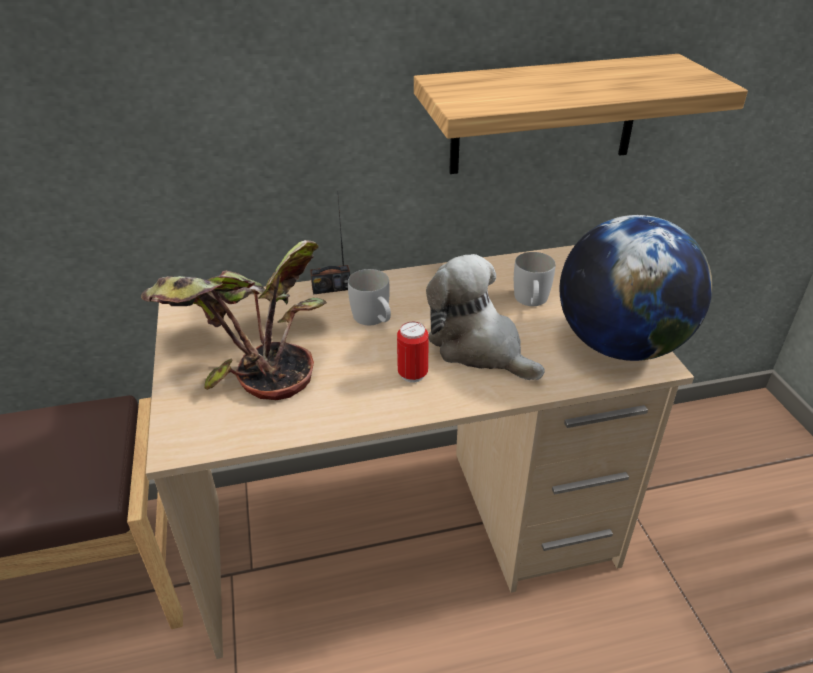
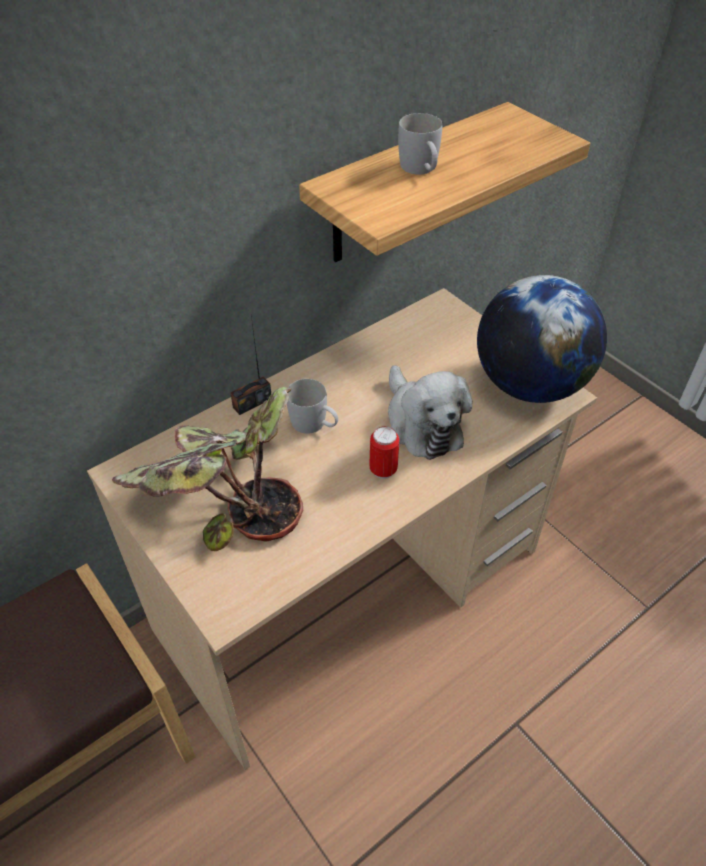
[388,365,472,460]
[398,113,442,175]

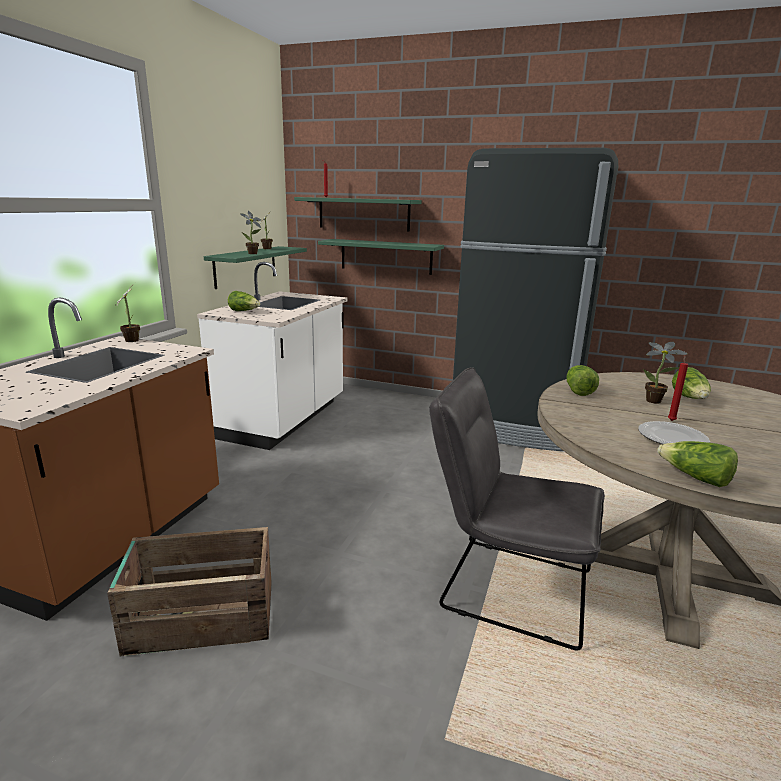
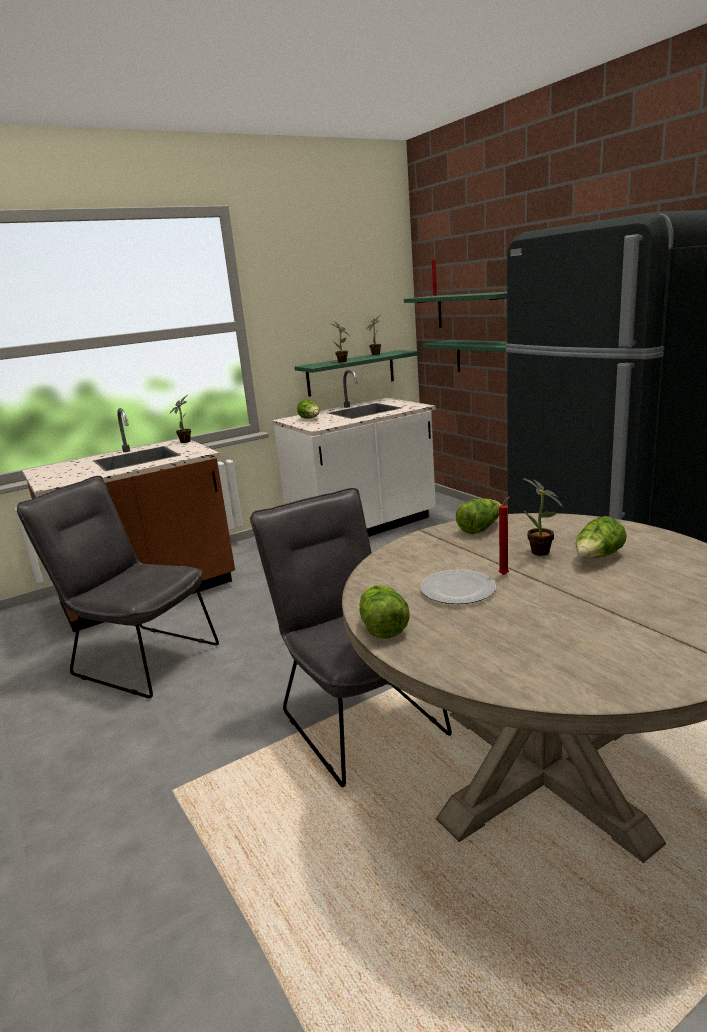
[17,476,219,698]

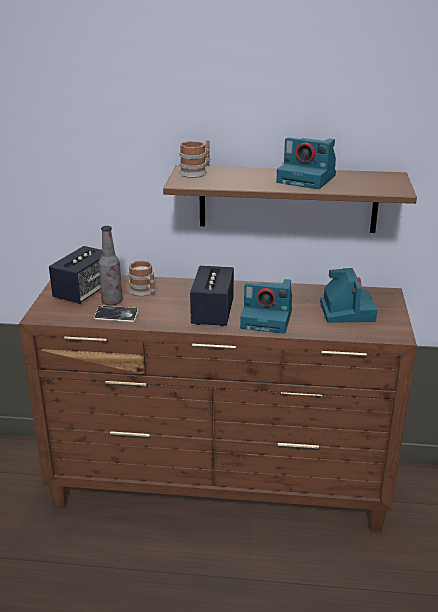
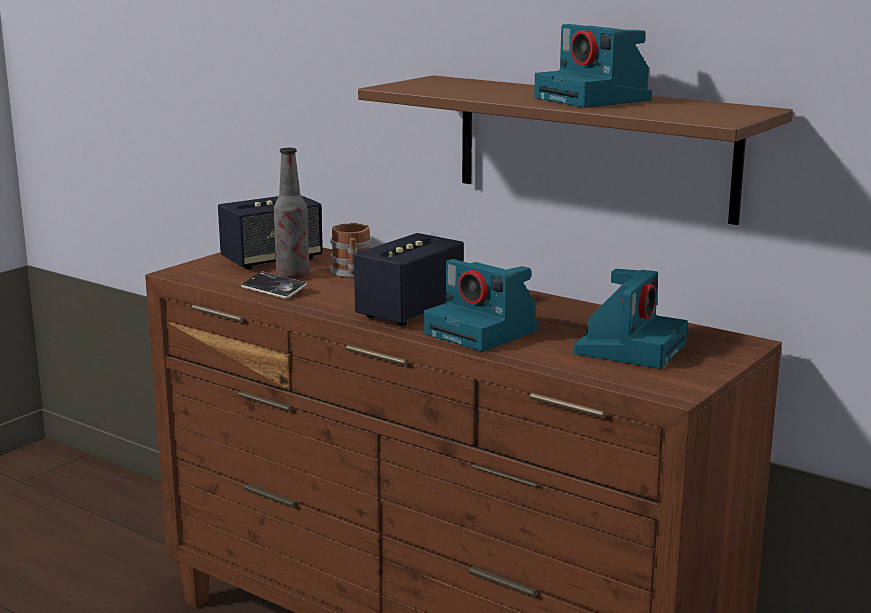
[179,140,210,178] (first image)

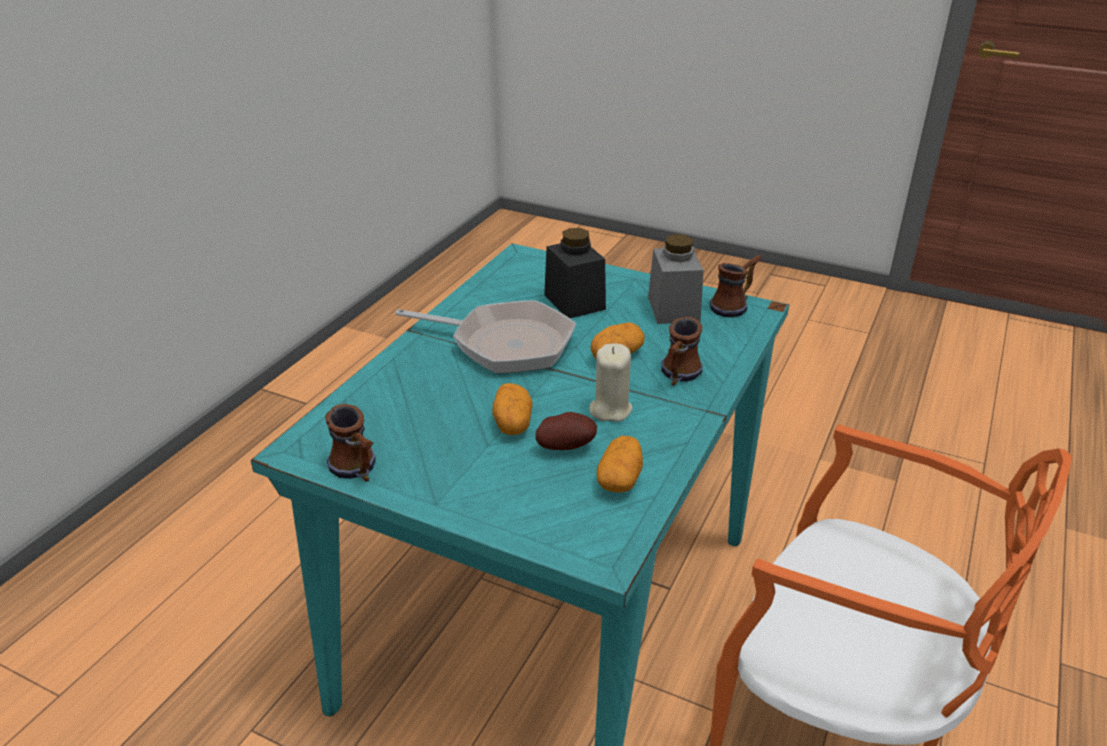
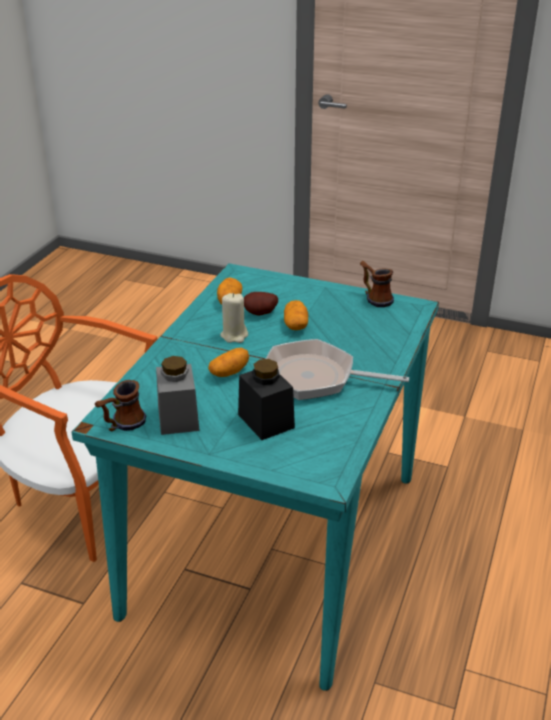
[661,317,703,386] (first image)

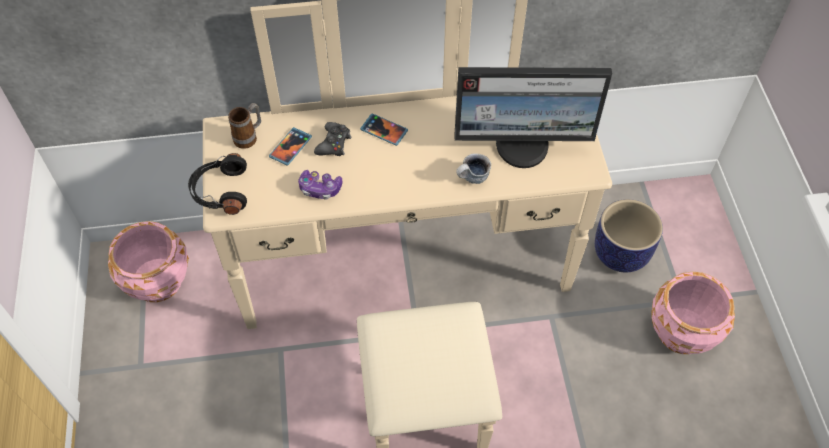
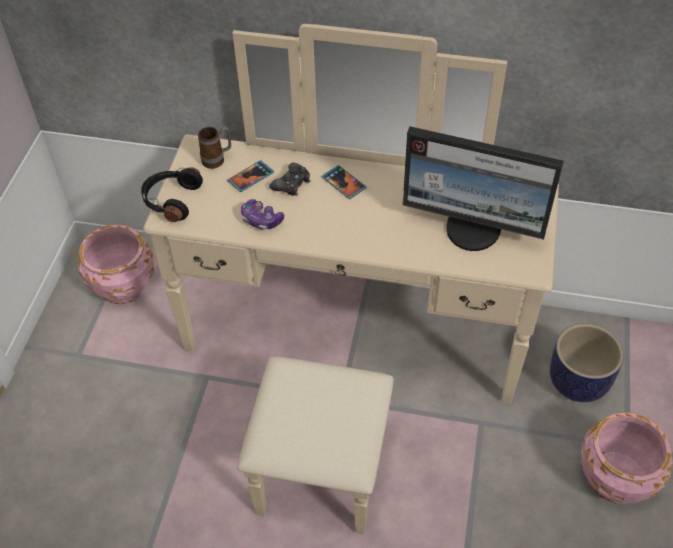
[456,153,491,184] (first image)

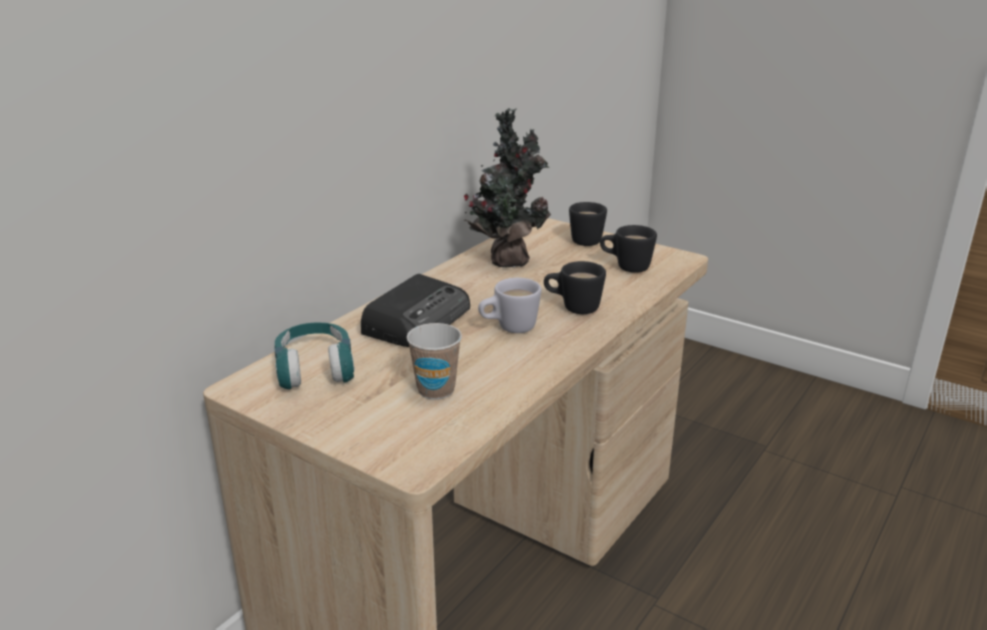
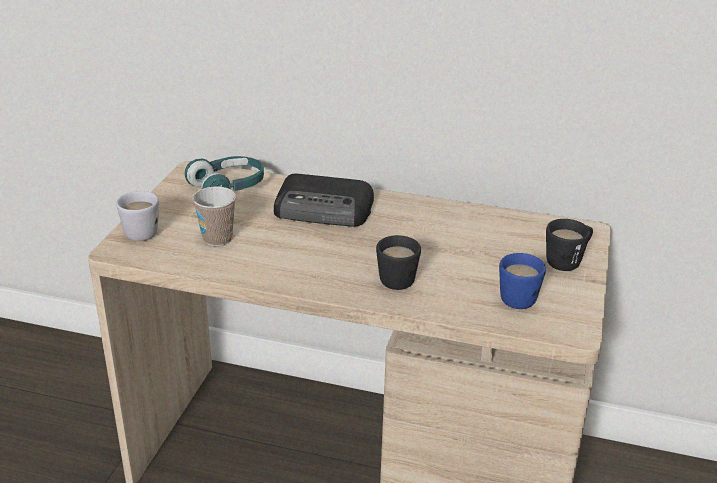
[116,191,159,241]
[499,253,546,309]
[464,108,551,268] (first image)

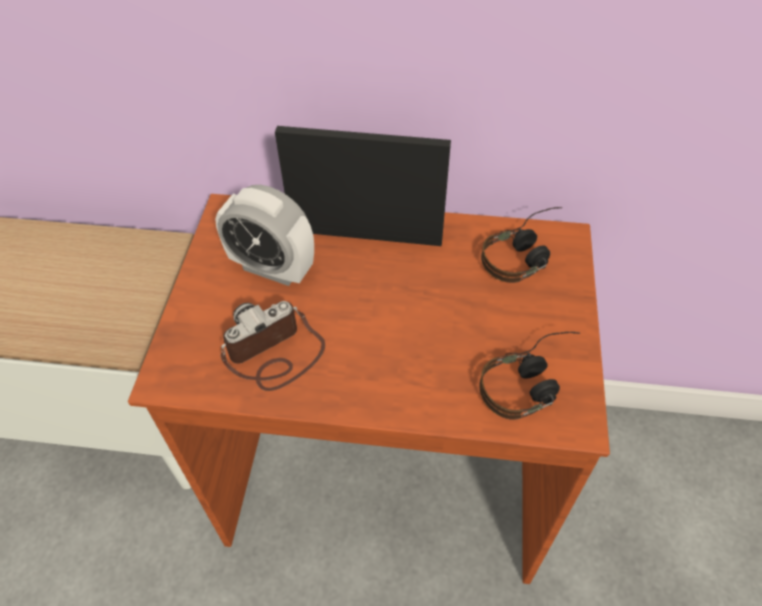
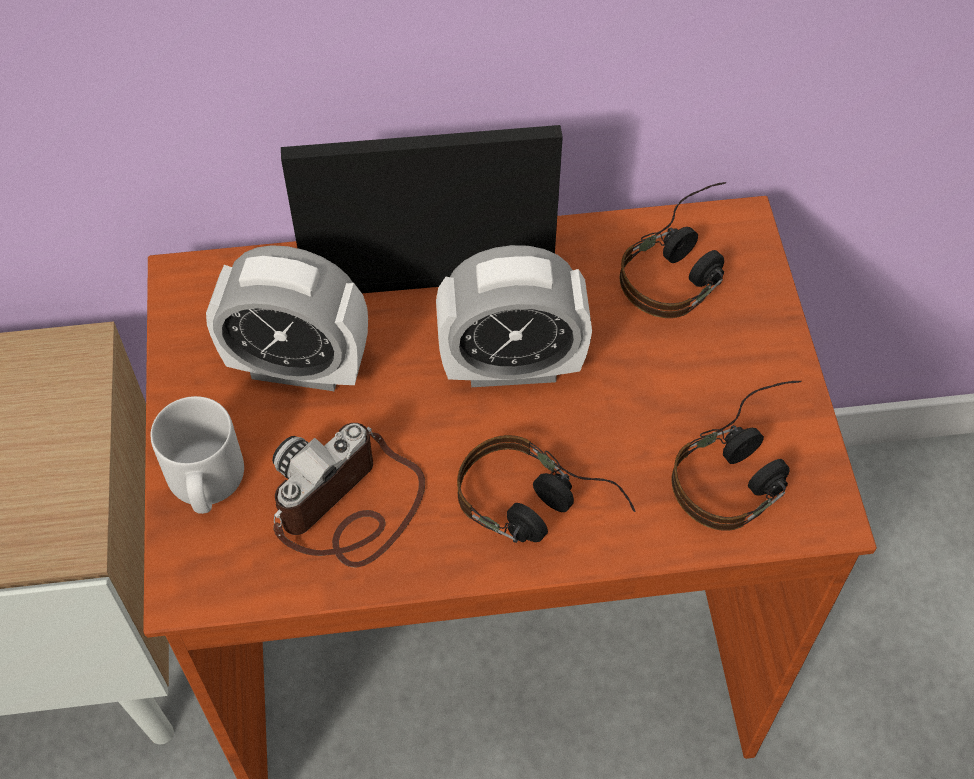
[151,396,244,514]
[436,245,592,387]
[457,435,636,543]

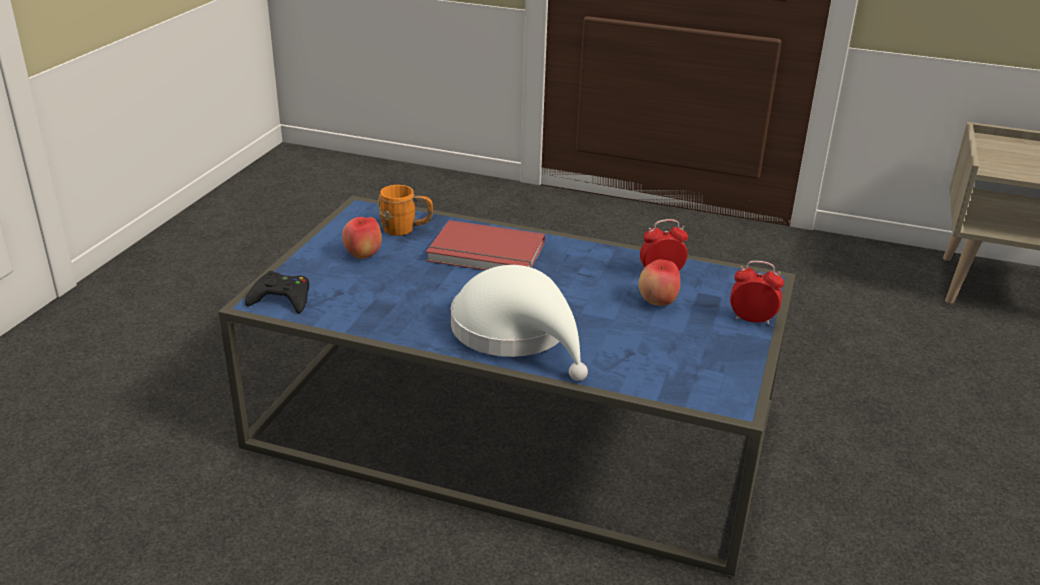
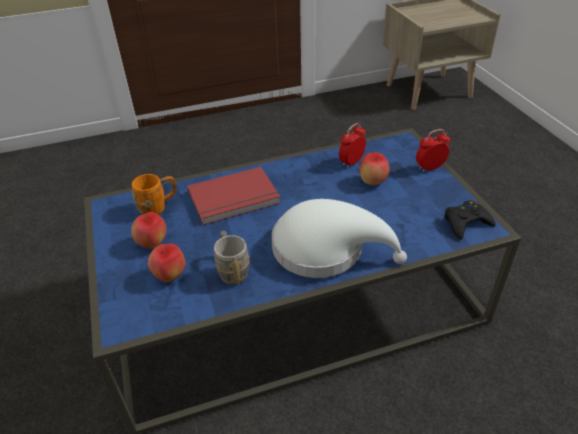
[148,243,185,282]
[214,231,250,284]
[444,201,496,240]

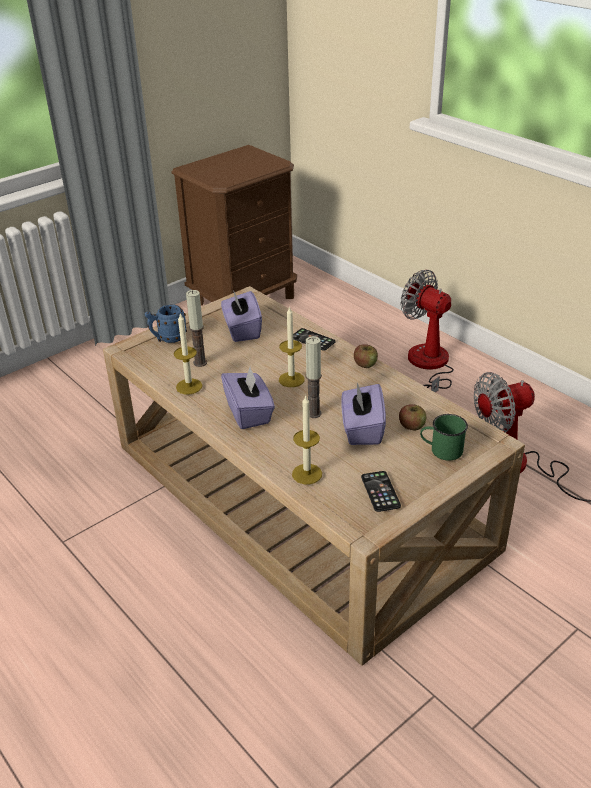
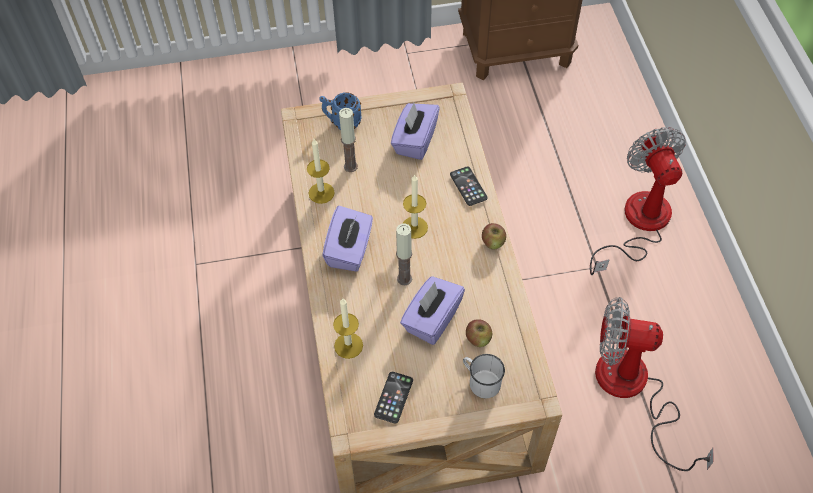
[463,354,505,398]

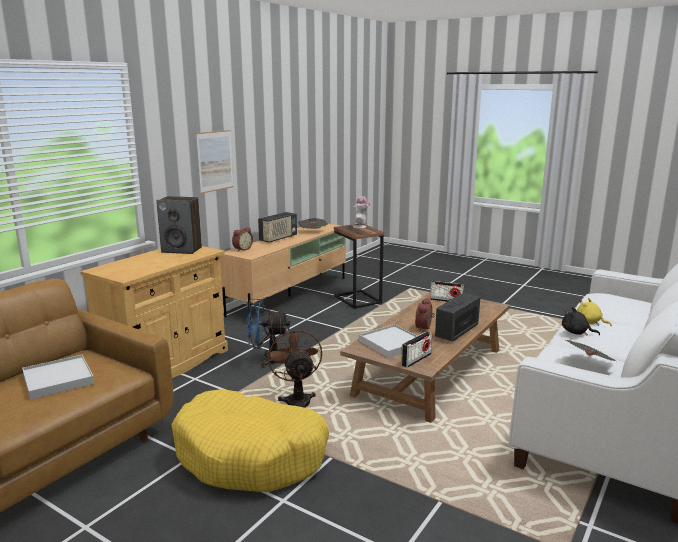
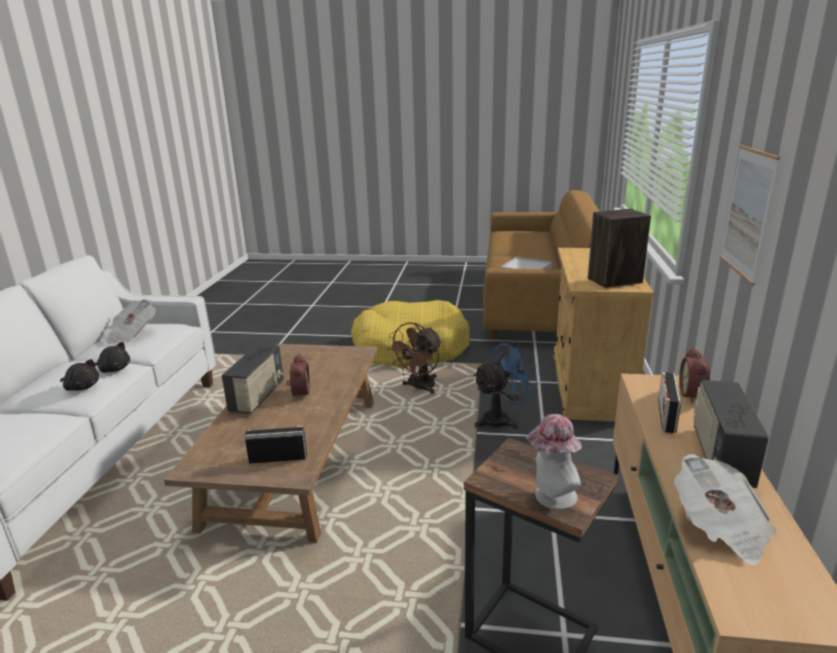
[60,359,99,391]
[386,322,442,394]
[658,372,681,433]
[359,324,418,358] (first image)

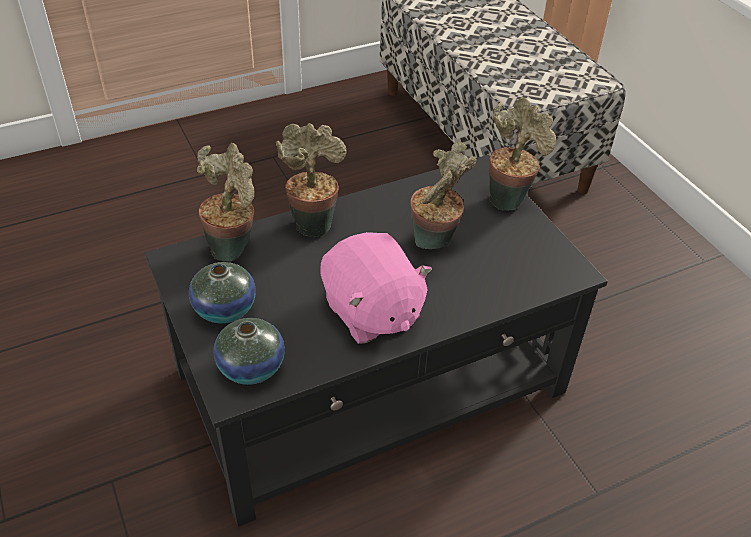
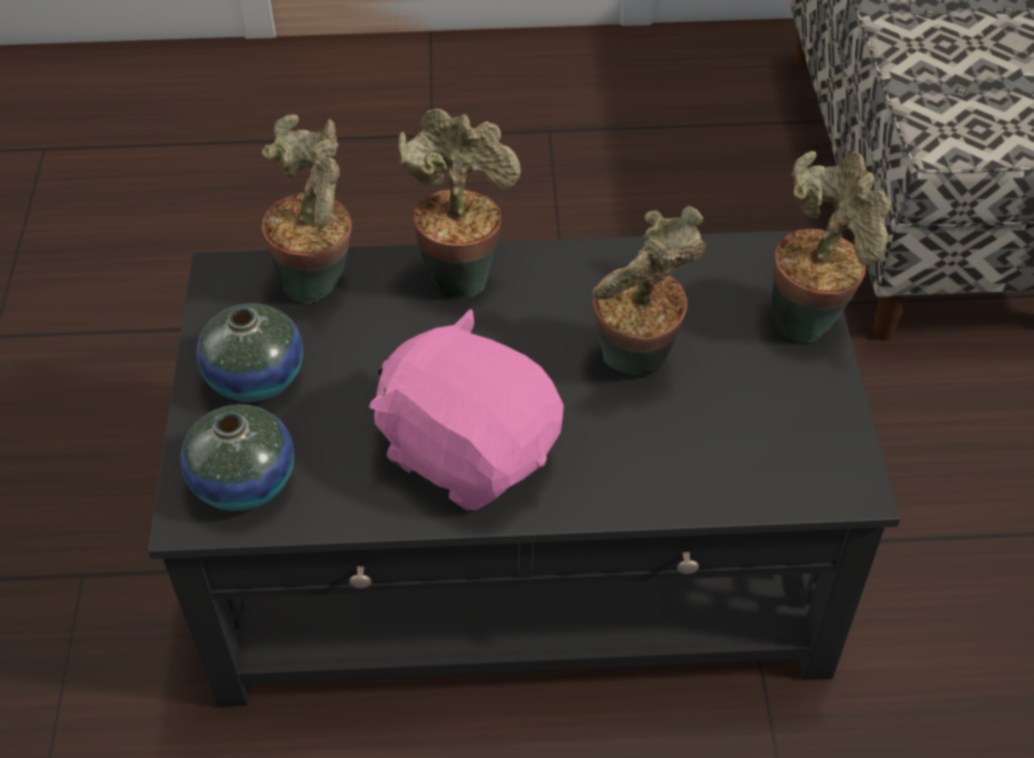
[369,309,564,510]

